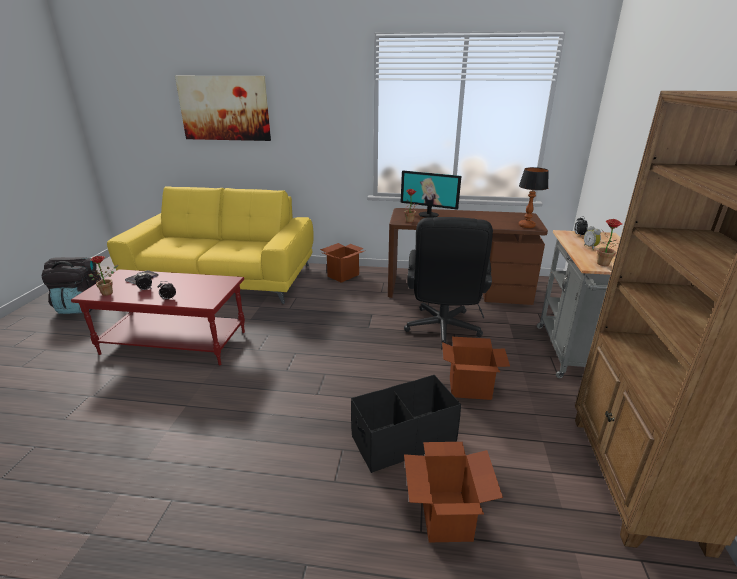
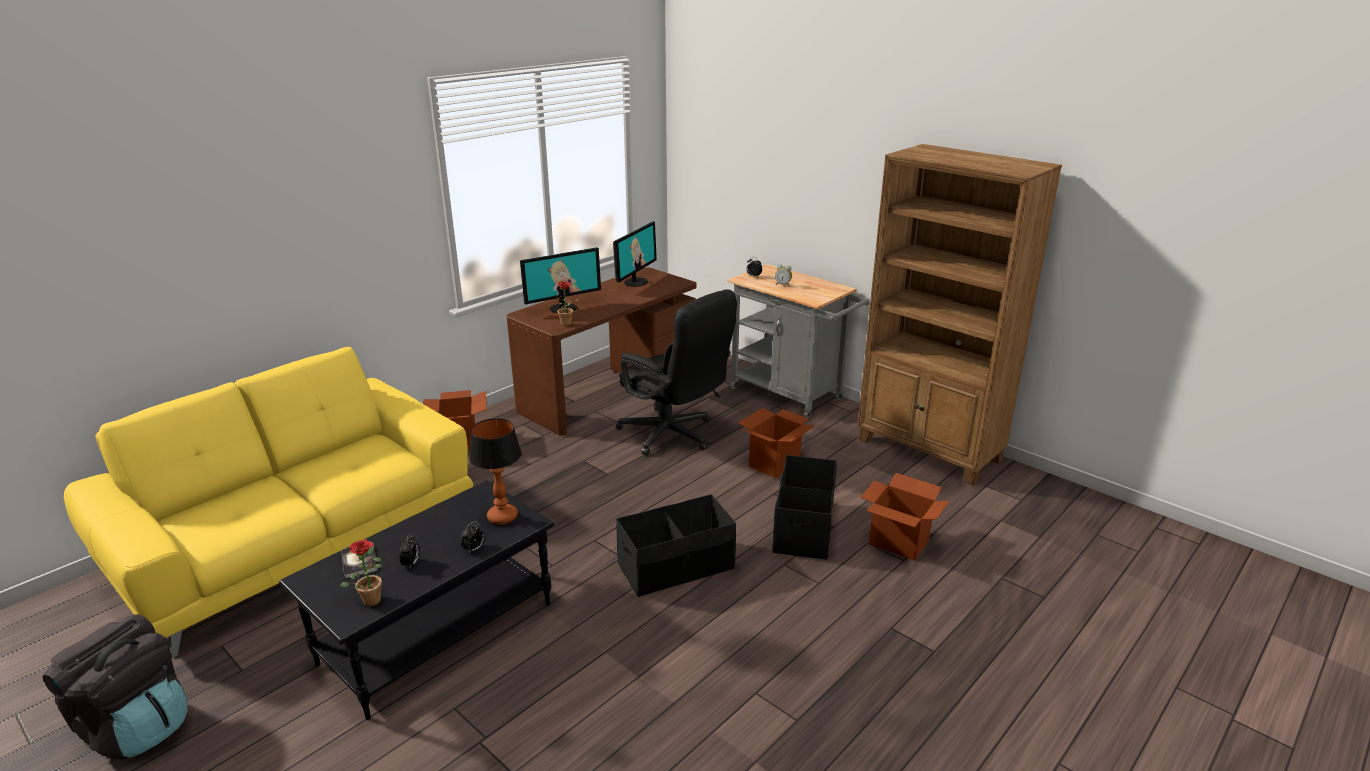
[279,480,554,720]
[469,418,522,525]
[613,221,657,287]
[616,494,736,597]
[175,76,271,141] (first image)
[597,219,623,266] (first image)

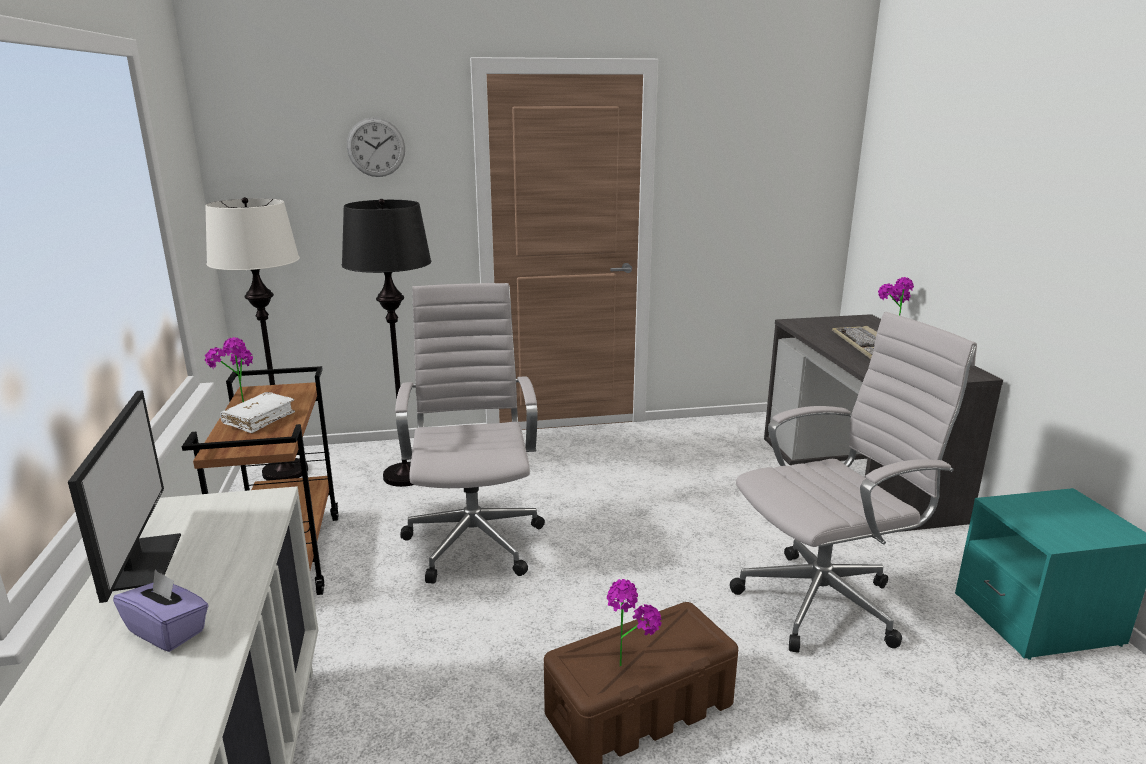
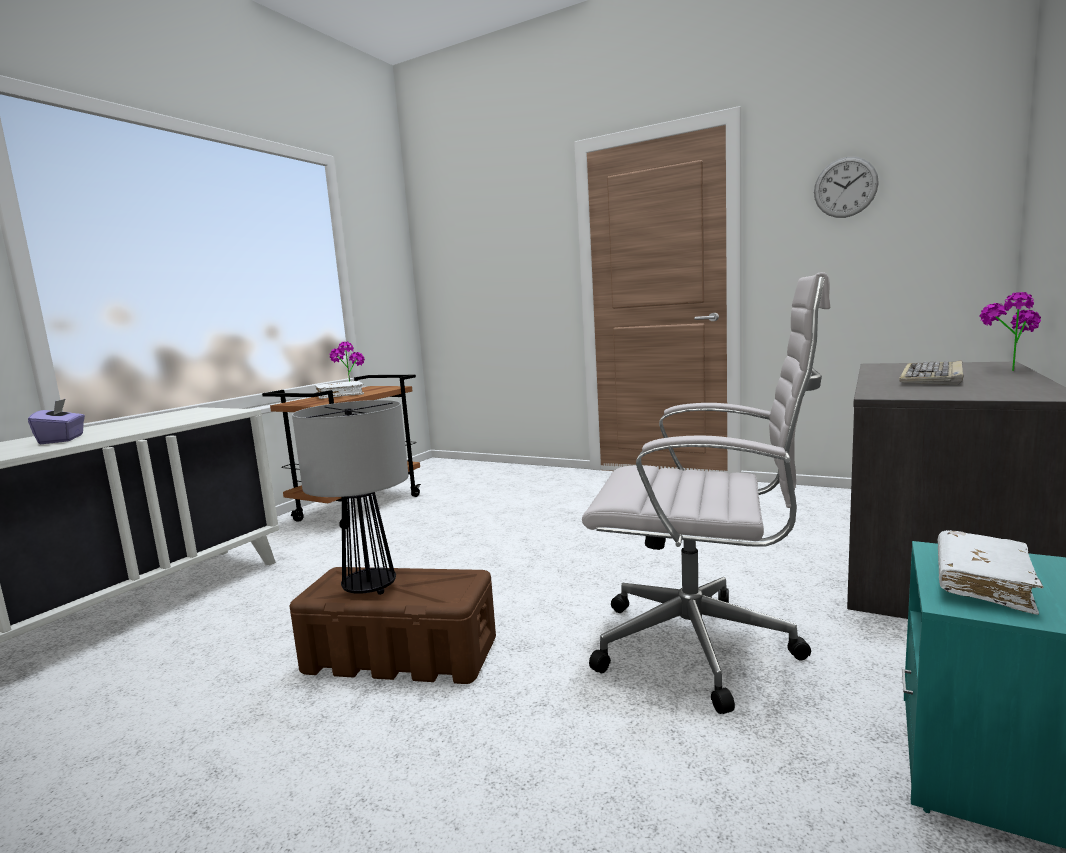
[292,400,409,595]
[814,157,879,218]
[938,530,1043,615]
[68,390,181,603] (first image)
[205,197,308,481] (first image)
[342,199,432,487] (first image)
[395,283,545,584] (first image)

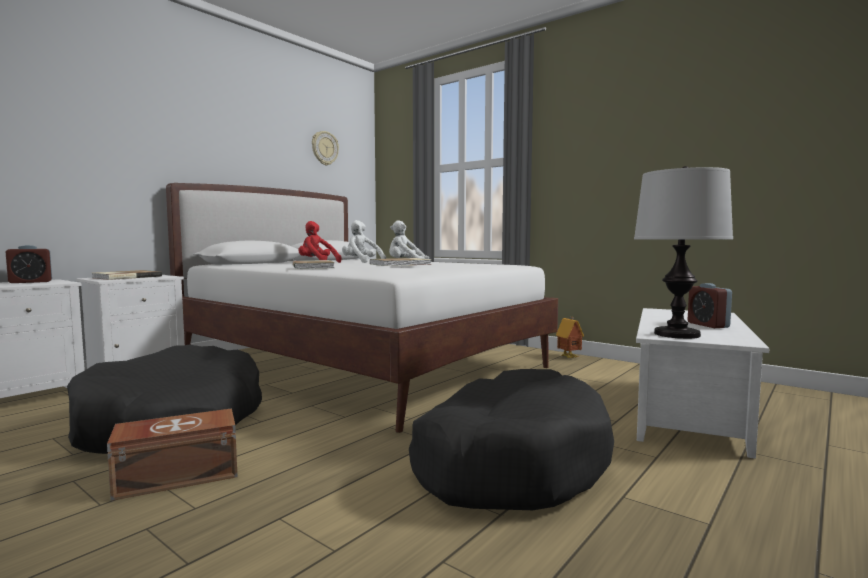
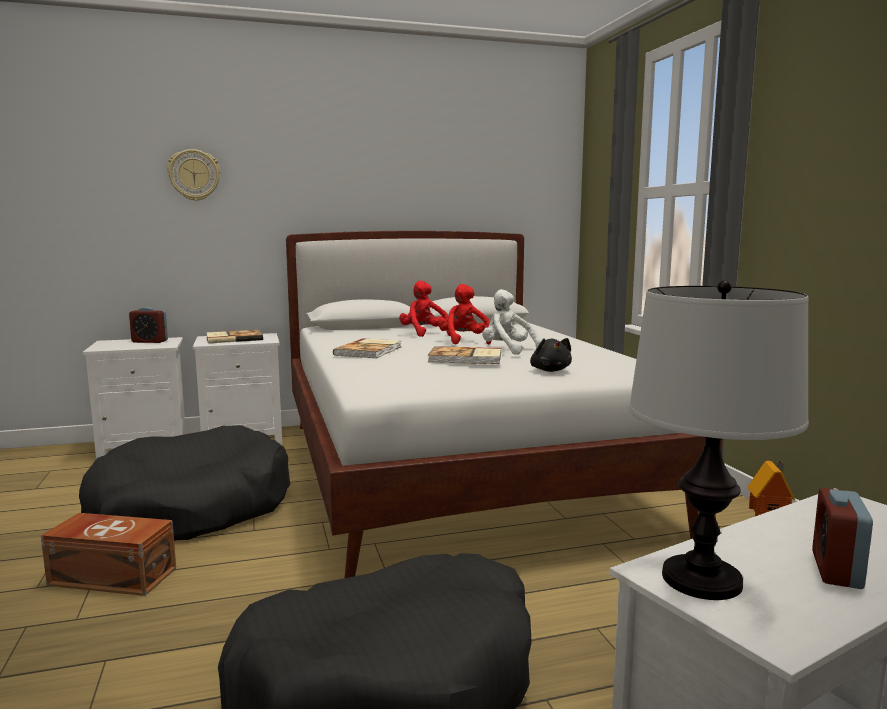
[167,149,220,201]
[438,284,491,345]
[530,338,572,372]

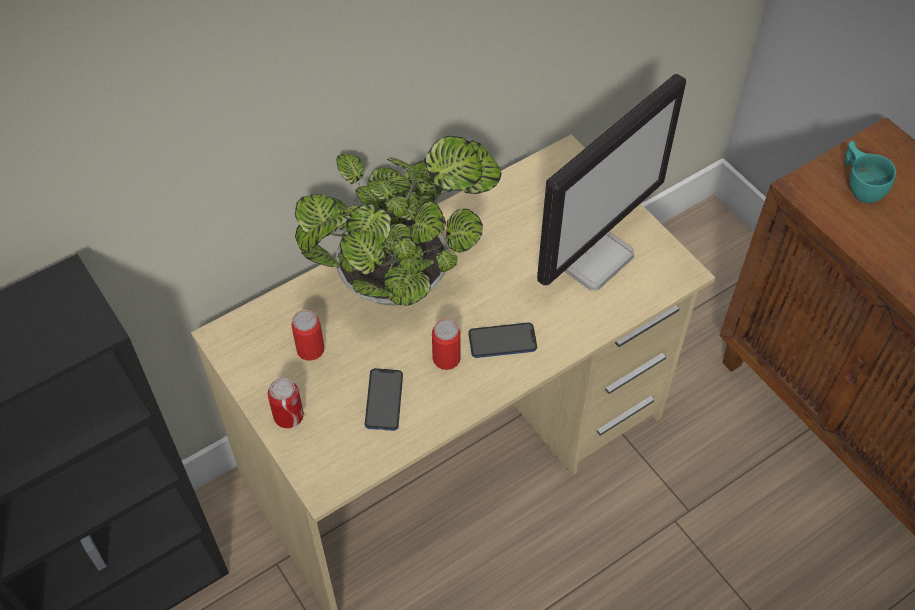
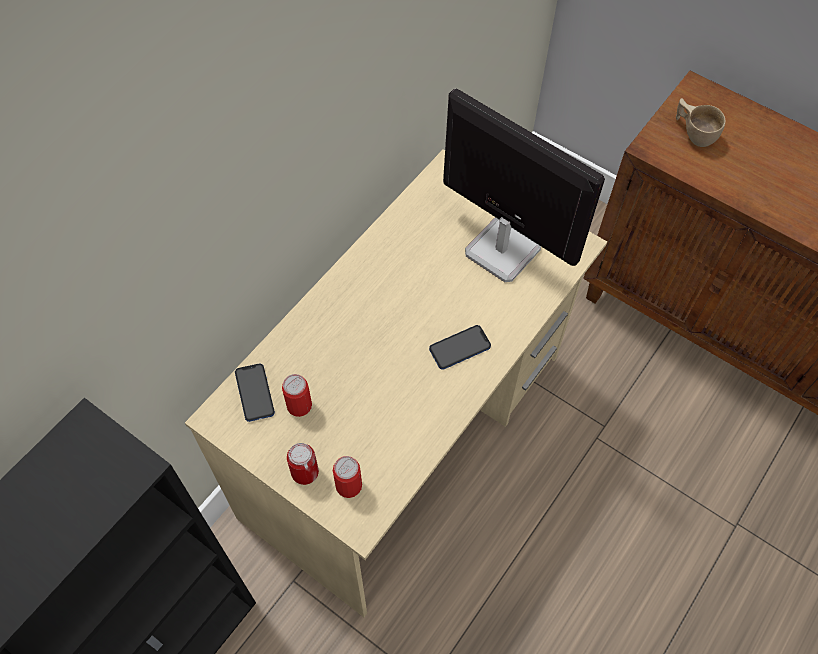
[235,364,275,422]
[333,456,362,498]
[443,89,605,282]
[676,98,725,147]
[295,136,502,306] (first image)

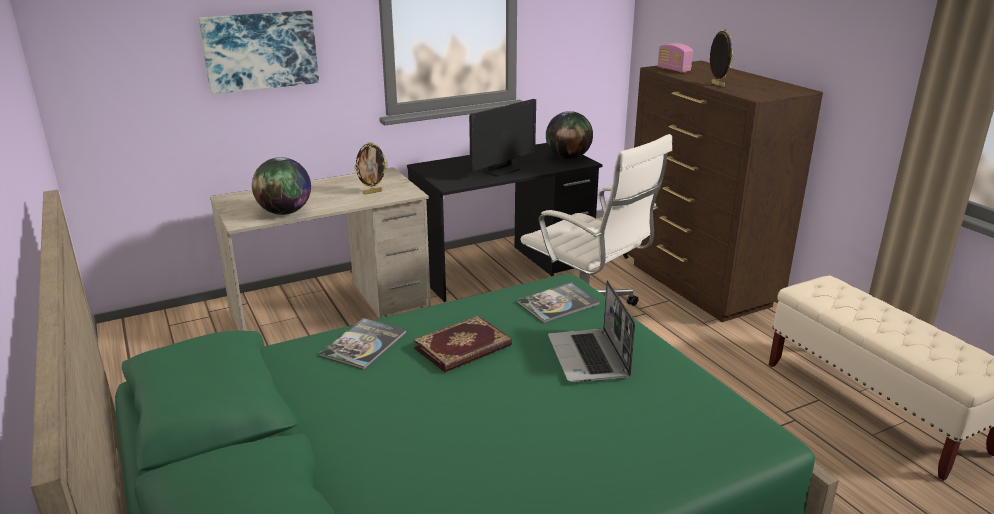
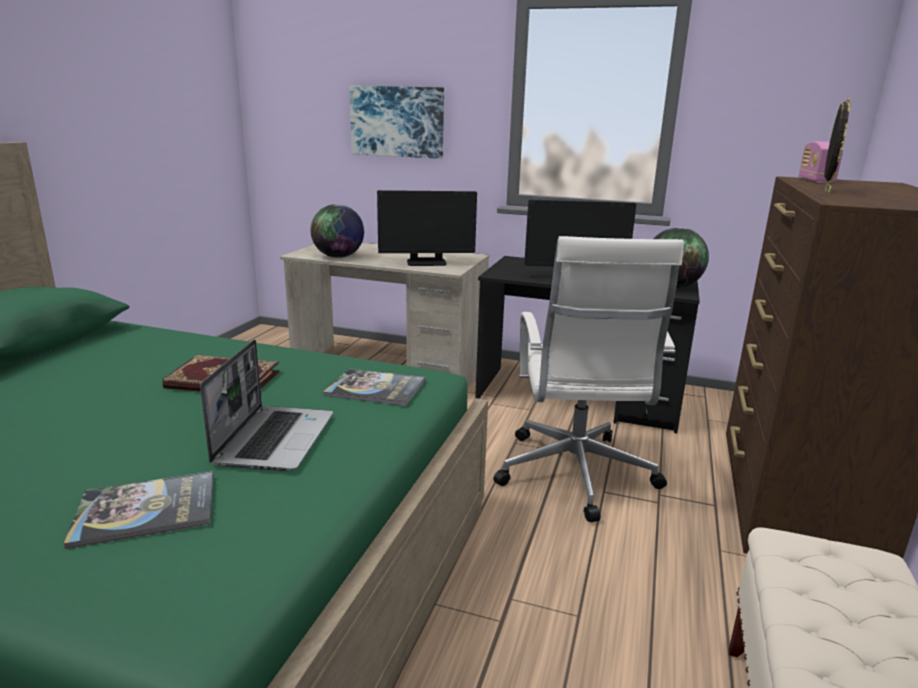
[63,471,214,549]
[200,340,333,471]
[377,190,477,266]

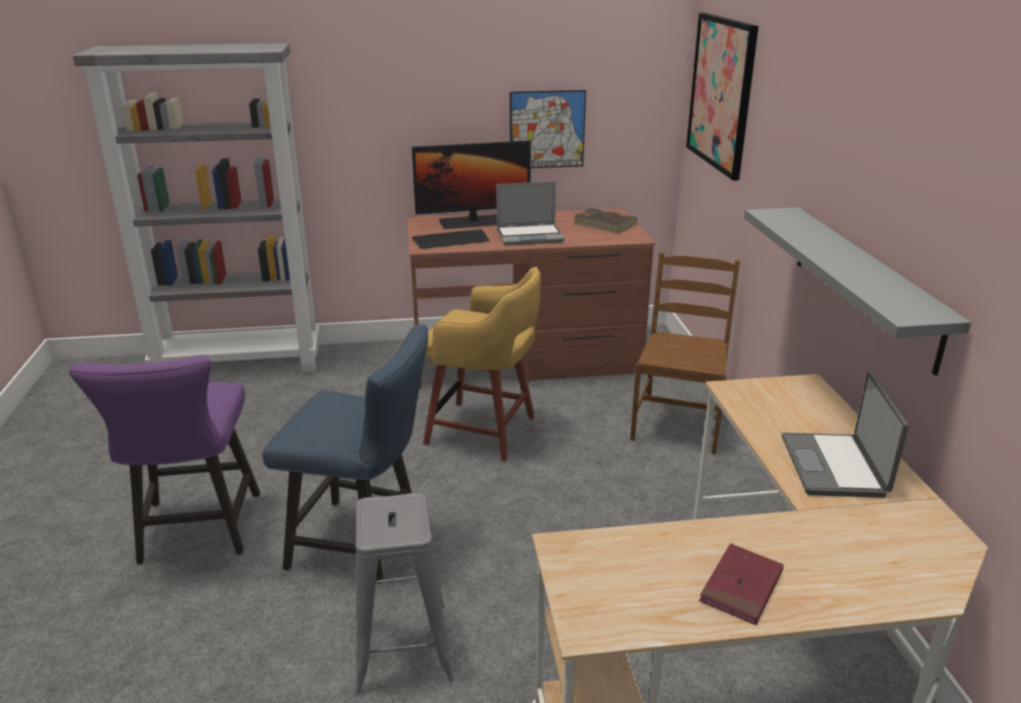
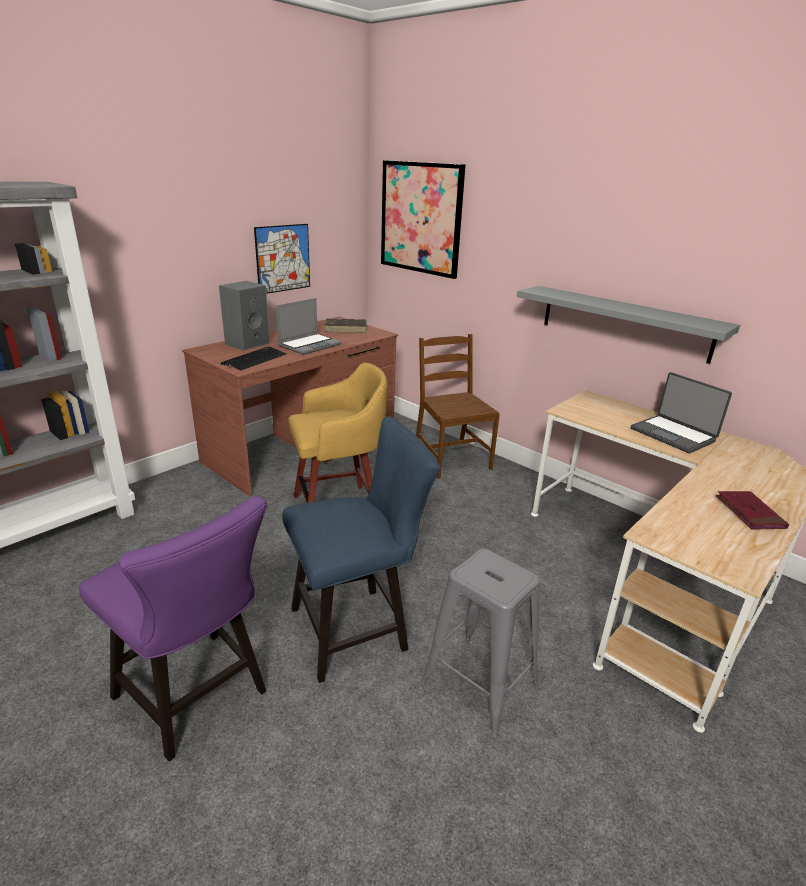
[219,281,270,351]

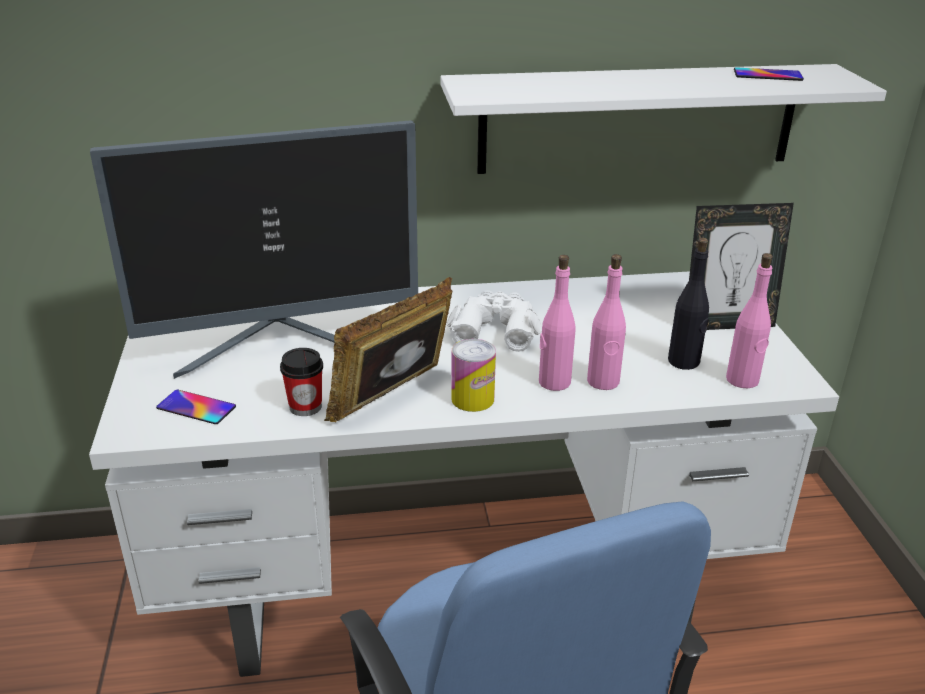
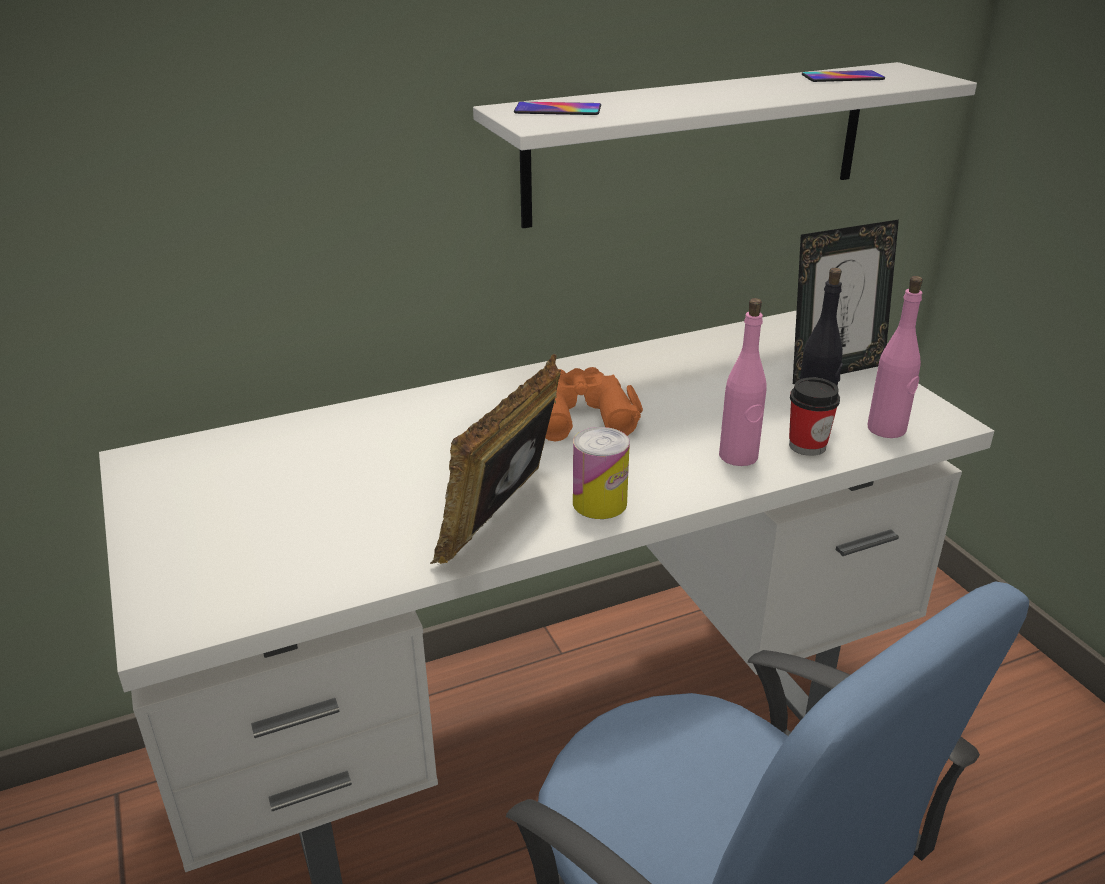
[514,102,601,115]
[545,367,643,441]
[789,377,840,456]
[90,120,418,379] (first image)
[539,255,575,391] (first image)

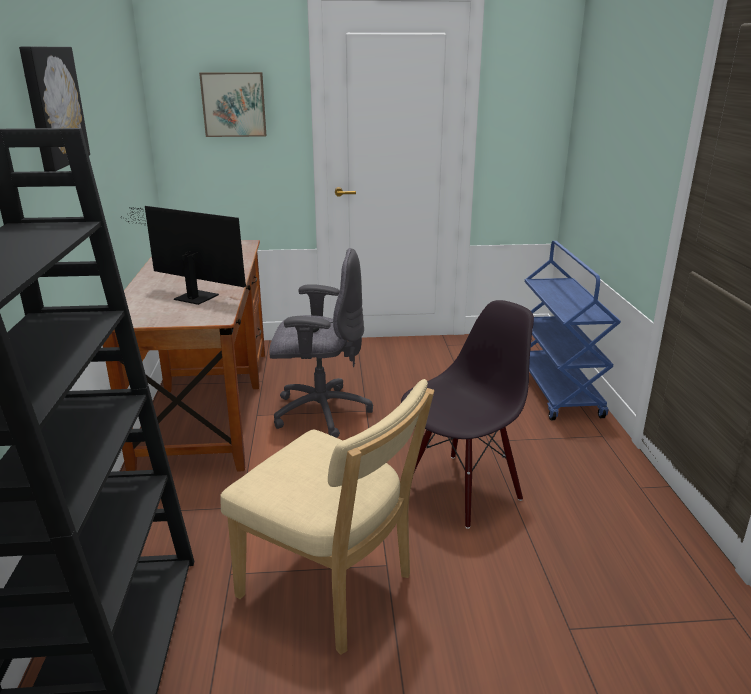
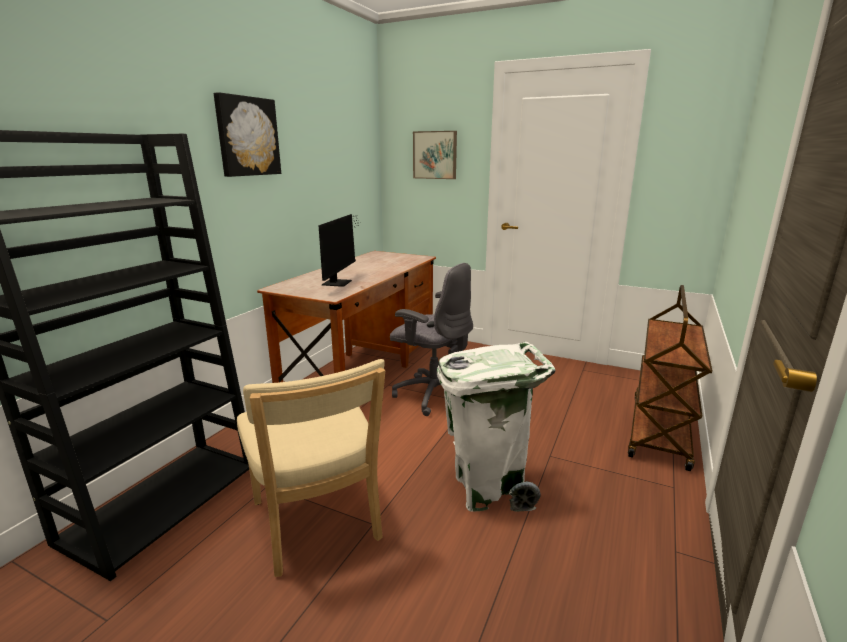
[319,214,361,287]
[437,342,555,512]
[628,285,712,471]

